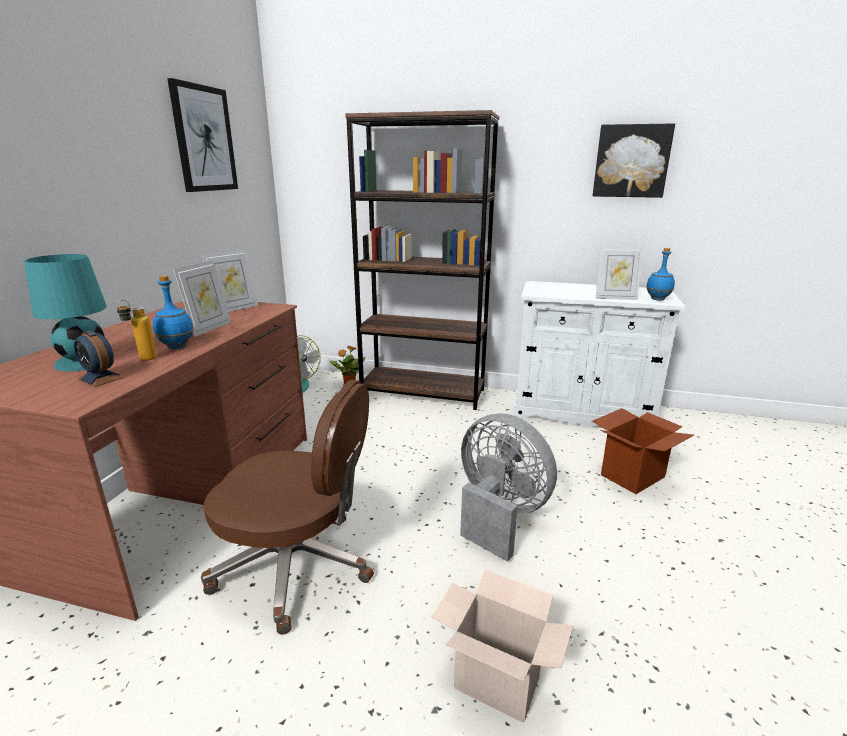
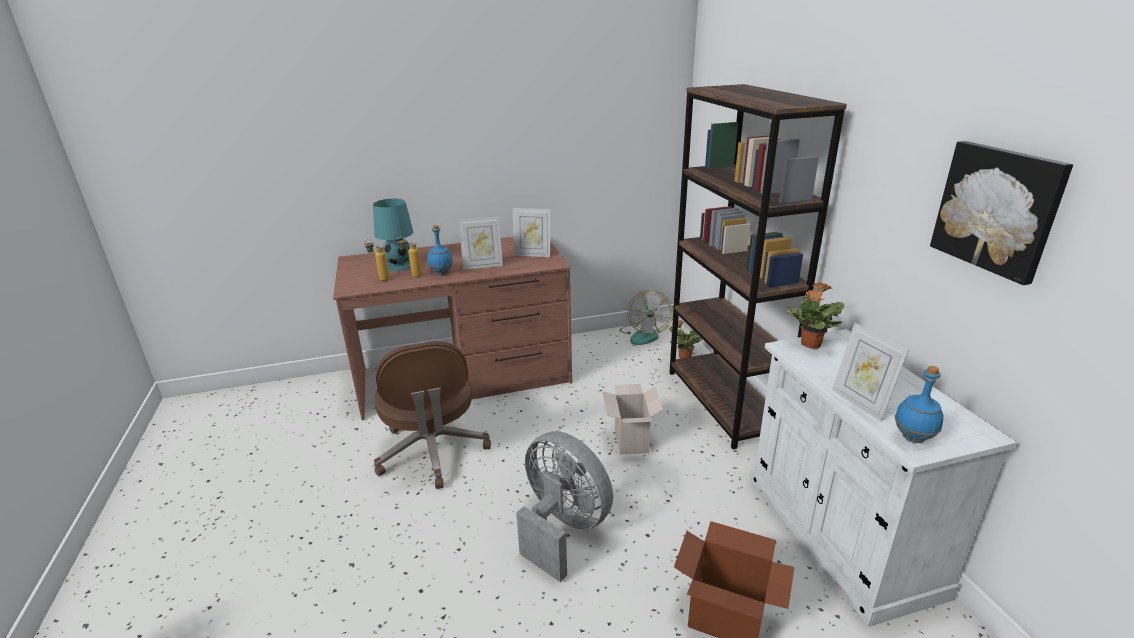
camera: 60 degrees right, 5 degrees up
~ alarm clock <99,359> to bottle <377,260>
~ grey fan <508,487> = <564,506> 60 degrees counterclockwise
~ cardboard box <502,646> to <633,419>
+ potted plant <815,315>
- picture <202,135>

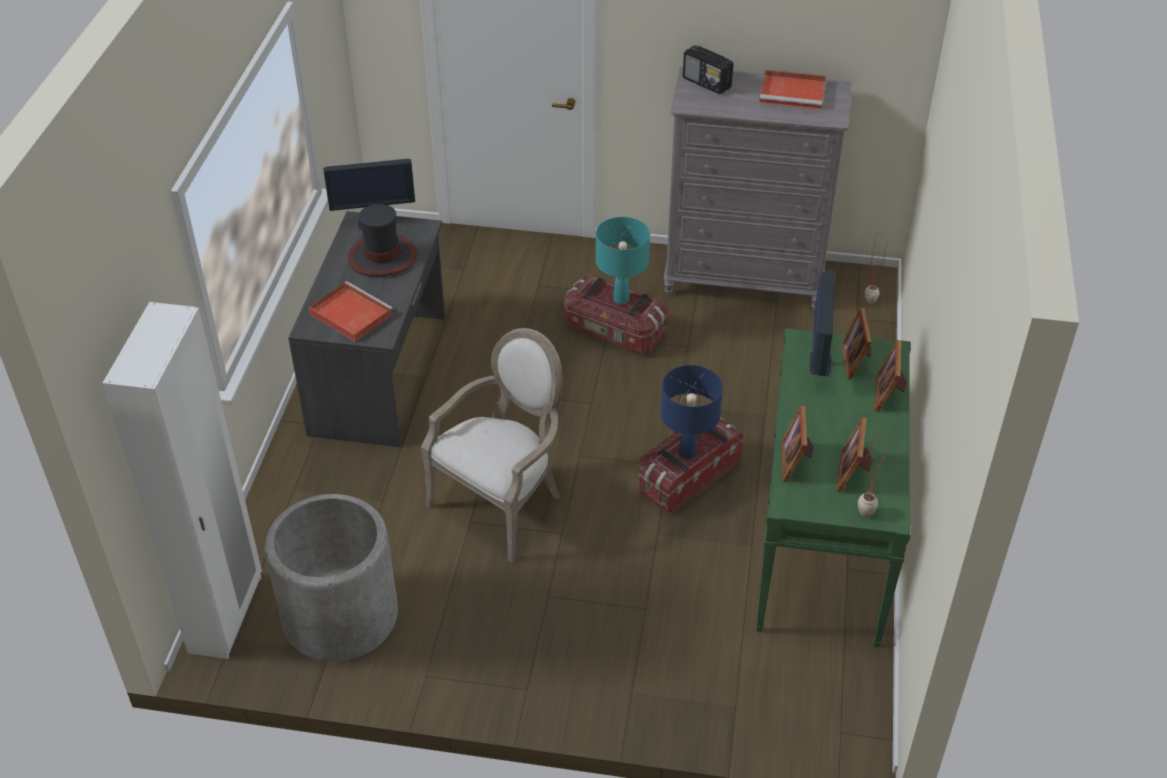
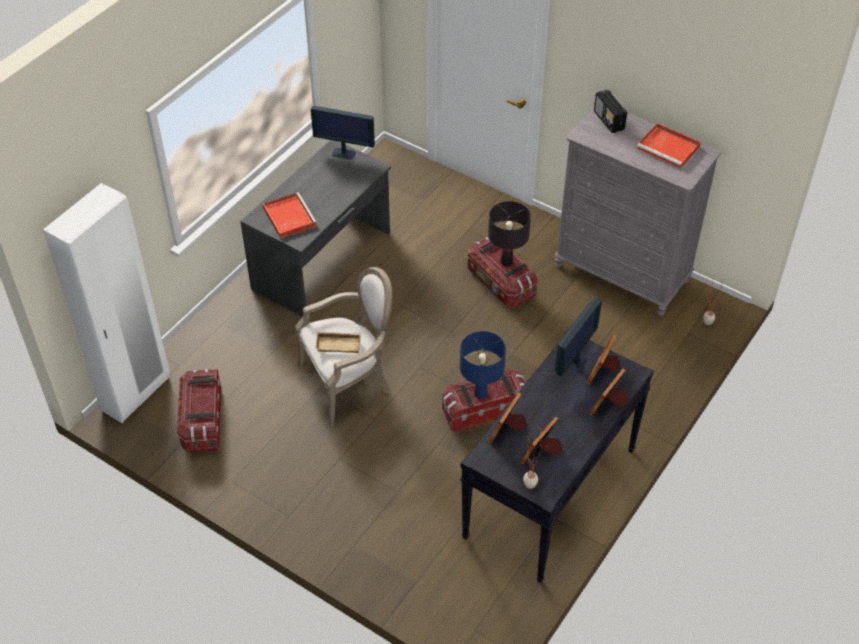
camera: 25 degrees right, 5 degrees up
~ grey planter <331,578> to storage box <199,411>
+ beige tray <338,342>
~ green console table <833,487> to black console table <557,456>
~ turquoise table lamp <623,260> to black table lamp <509,233>
- hat <382,240>

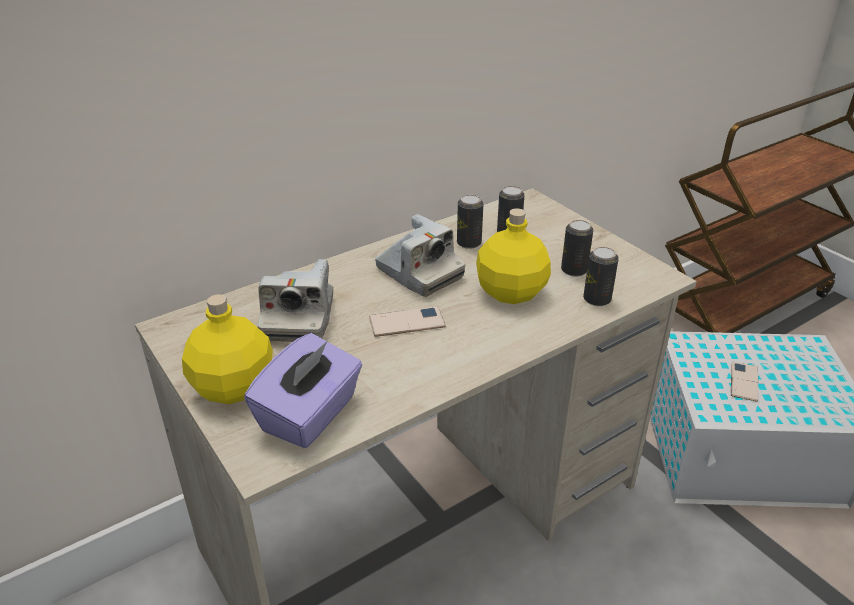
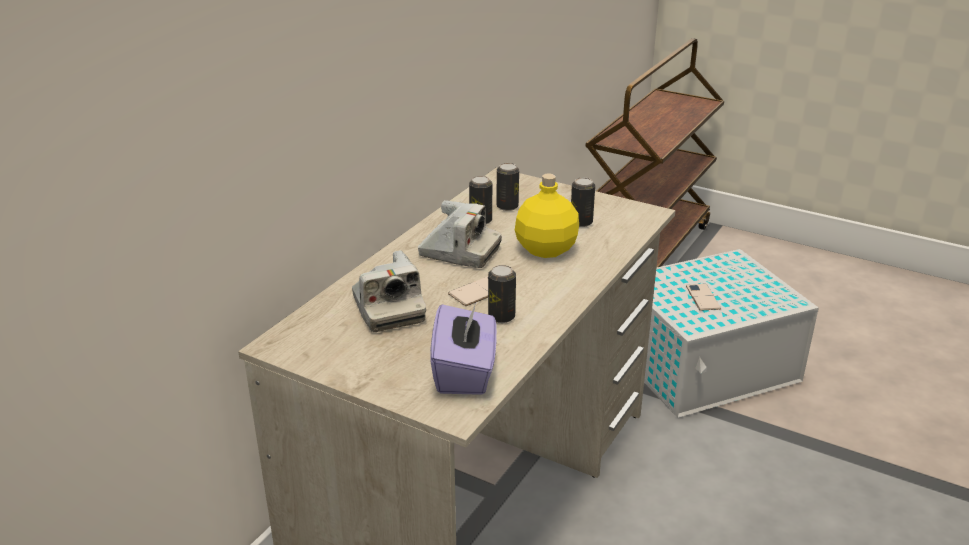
camera: 25 degrees left, 5 degrees down
~ can <601,276> to <502,294>
- yellow bottle <227,349>

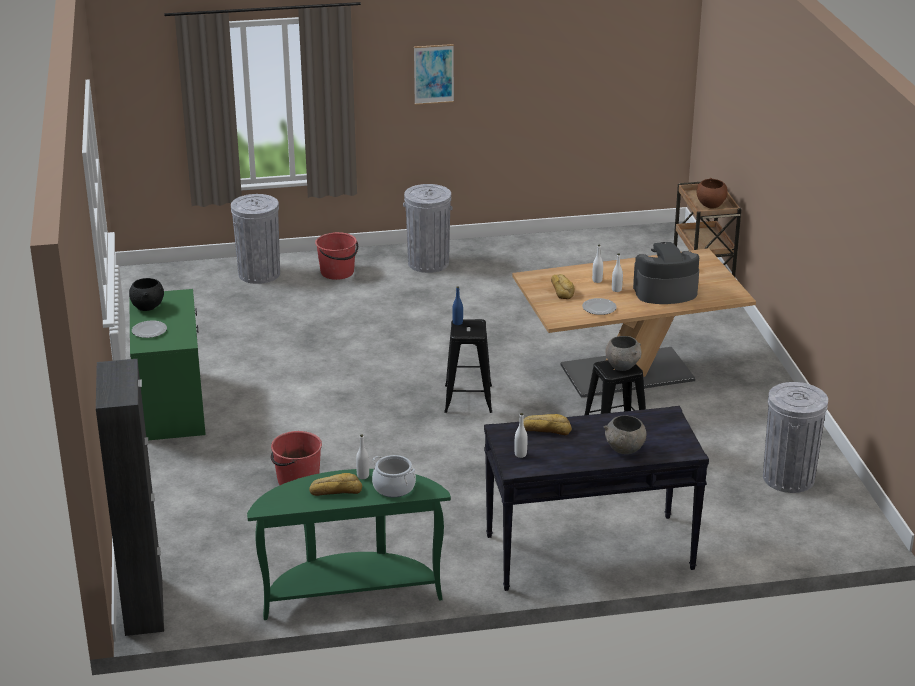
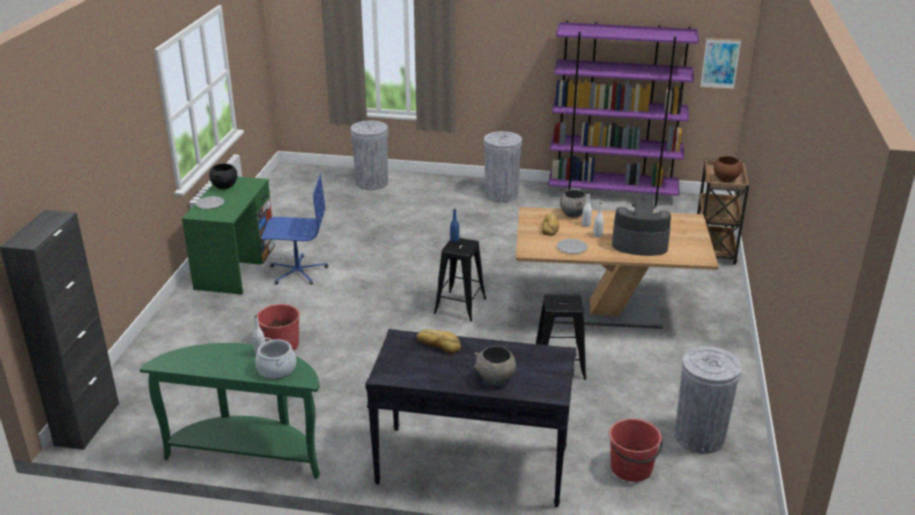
camera: 20 degrees right, 0 degrees up
+ blue office chair <294,229>
+ purple bookcase <623,114>
~ grey bowl <623,353> to <573,204>
~ red bucket <336,256> to <636,450>
~ picture <434,74> to <720,63>
- bread <335,484>
- white bottle <521,435>

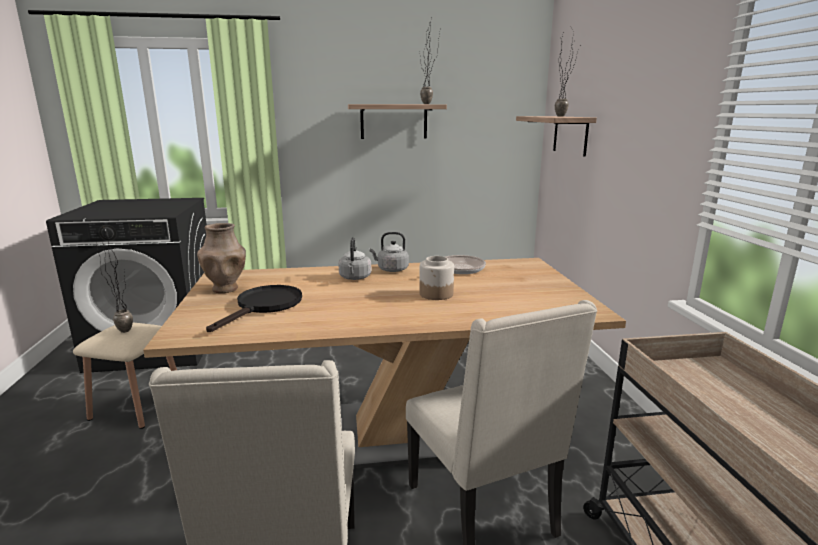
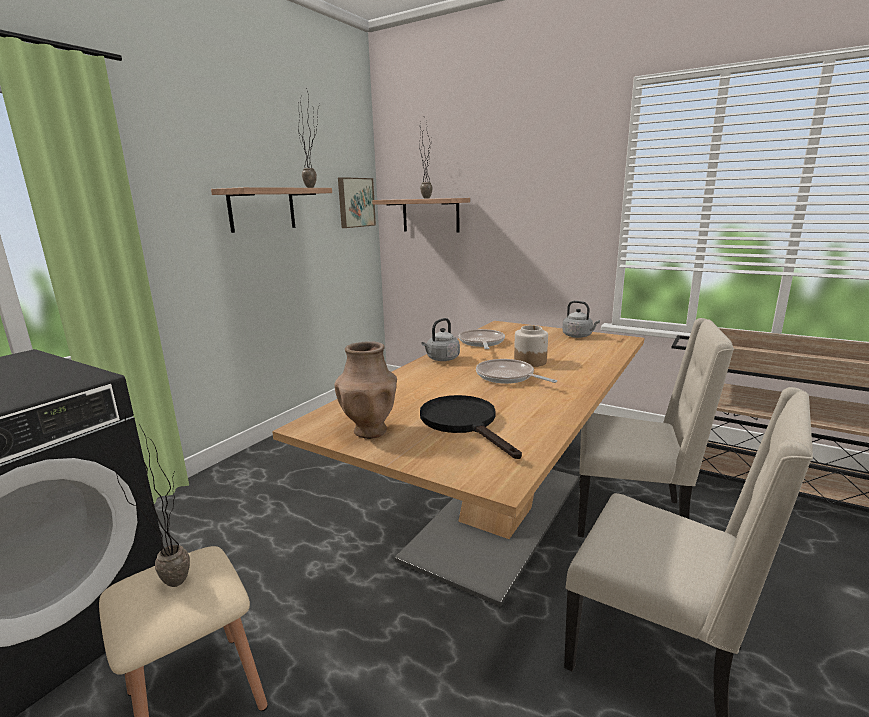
camera: 50 degrees left, 0 degrees up
+ picture <357,202>
+ frying pan <516,371>
~ grey kettle <354,258> to <581,319>

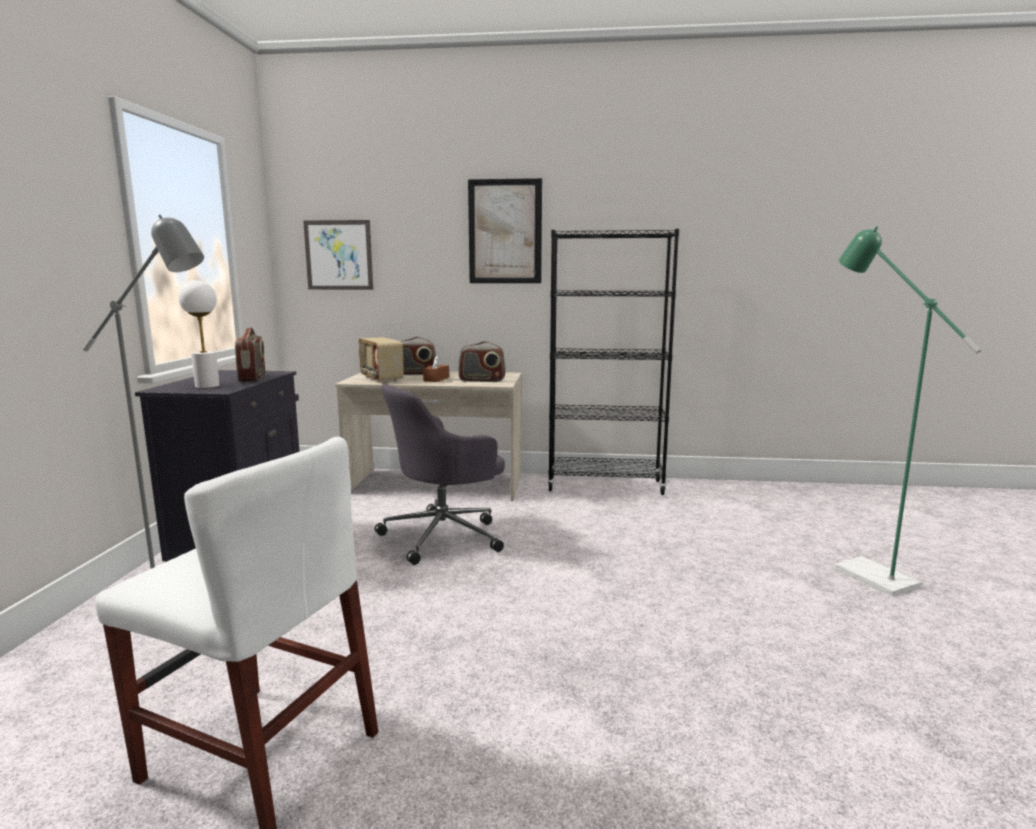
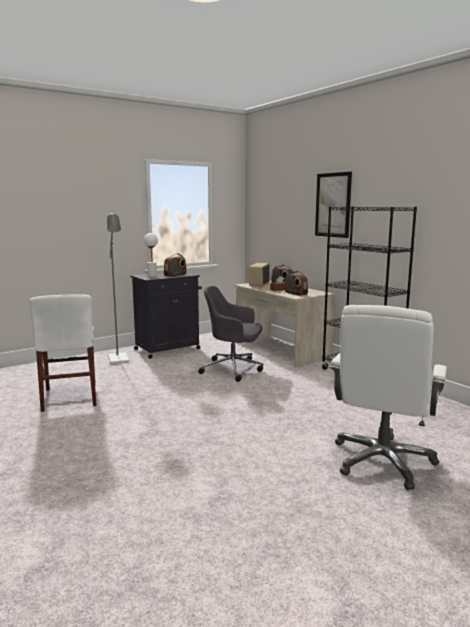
camera: 50 degrees right, 0 degrees up
~ green floor lamp <907,411> to white office chair <388,397>
- picture <338,255>

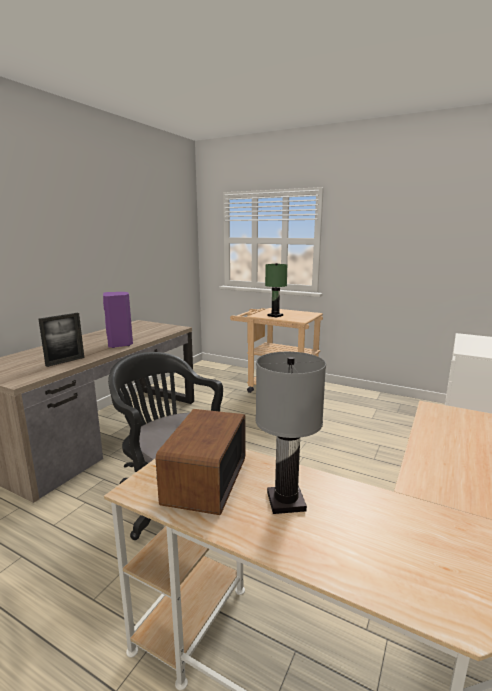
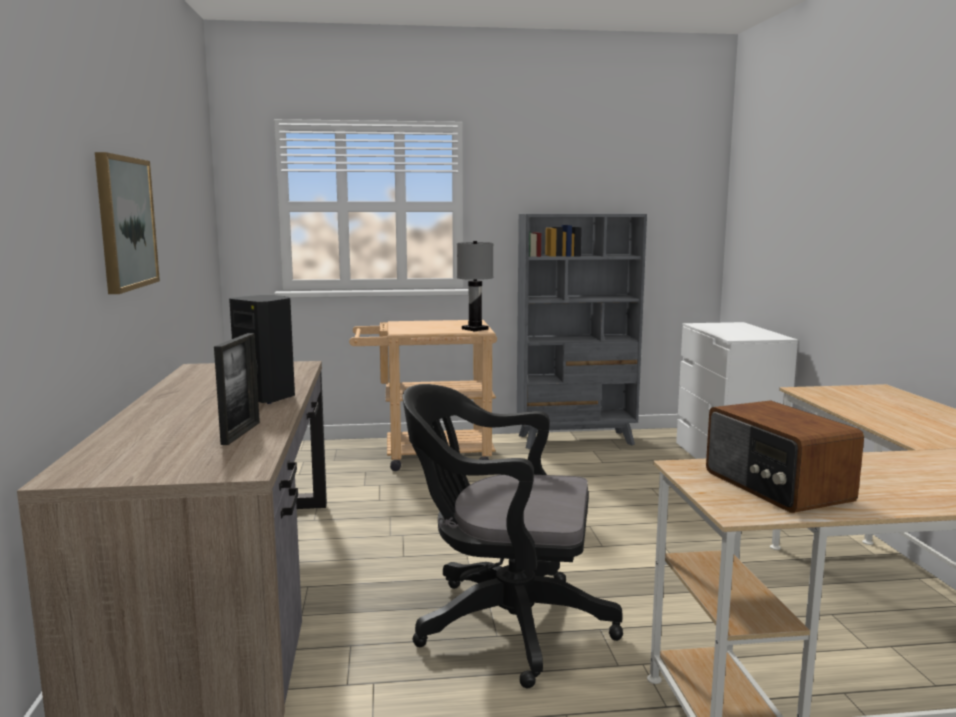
camera: 35 degrees left, 5 degrees down
+ picture <127,223>
~ purple speaker <118,320> to black speaker <262,349>
~ grey table lamp <290,433> to <475,286>
+ grey bookcase <582,331>
- green table lamp <276,290>

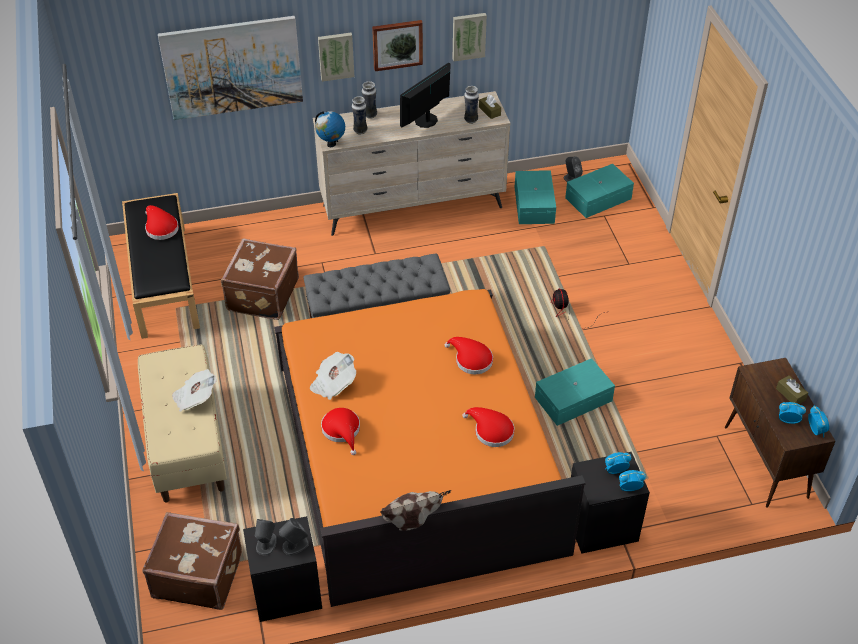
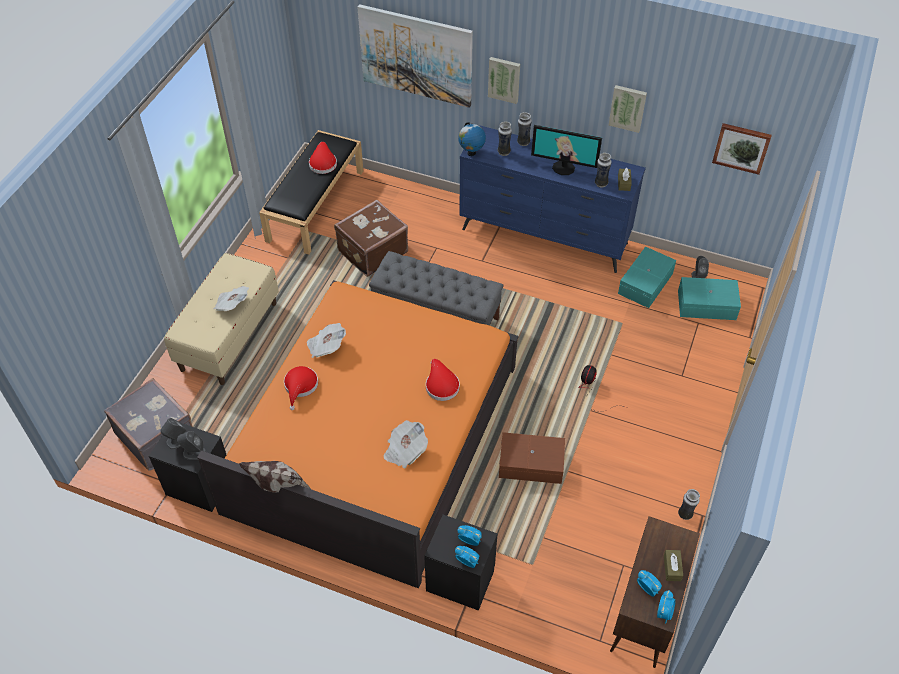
camera: 35 degrees right, 5 degrees up
~ brown suitcase <192,561> to grey suitcase <148,424>
~ red hat <488,427> to newspaper <405,444>
~ beige dresser <411,163> to blue dresser <552,199>
~ turquoise storage box <575,392> to brown storage box <532,458>
~ monitor <425,95> = <566,150> 150 degrees counterclockwise
+ vase <689,504>
~ picture <397,45> to <742,149>

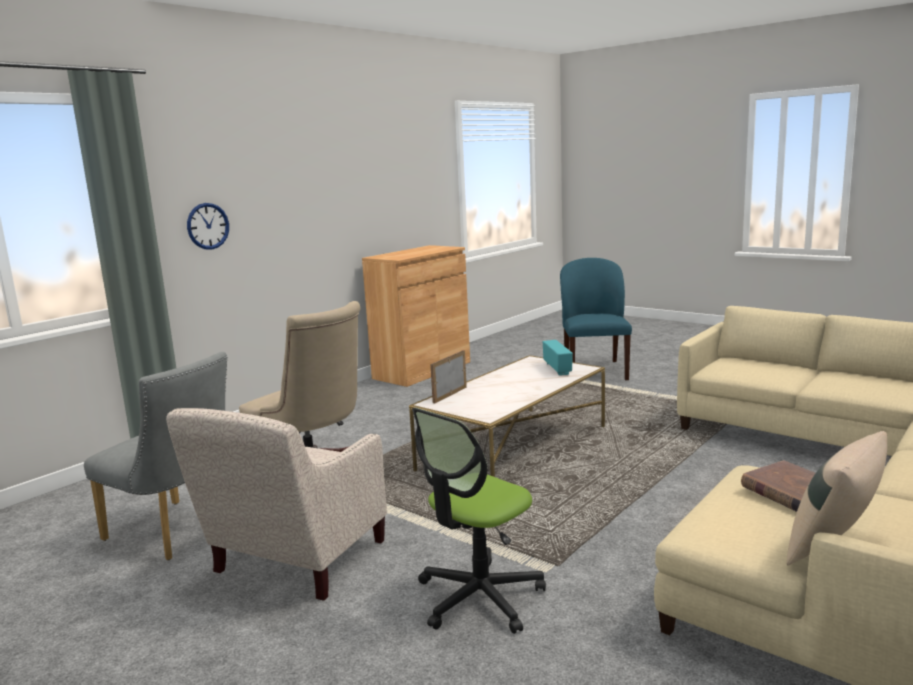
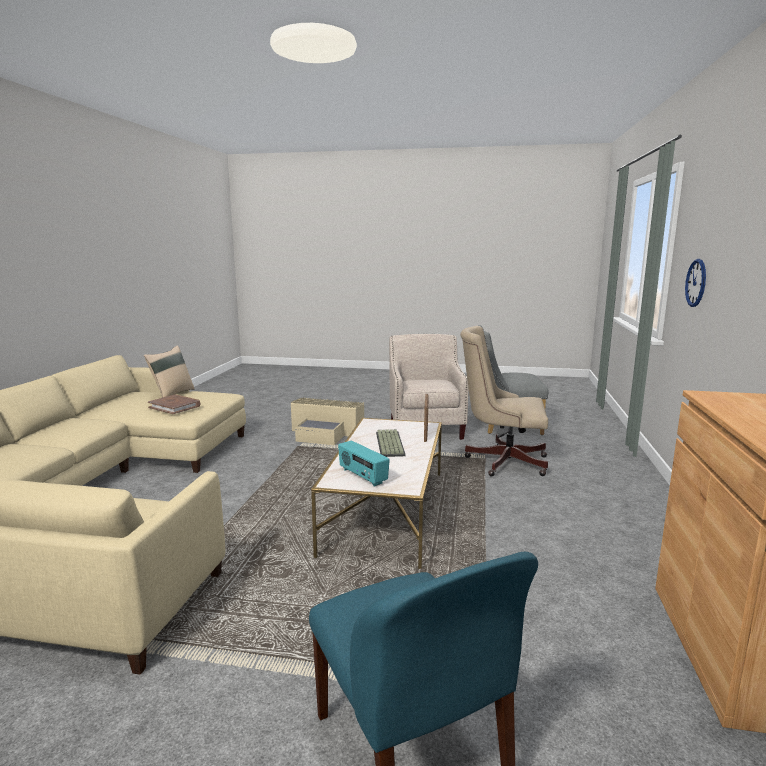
camera: 150 degrees right, 0 degrees up
~ office chair <479,520> to beige storage box <327,421>
+ keyboard <391,443>

